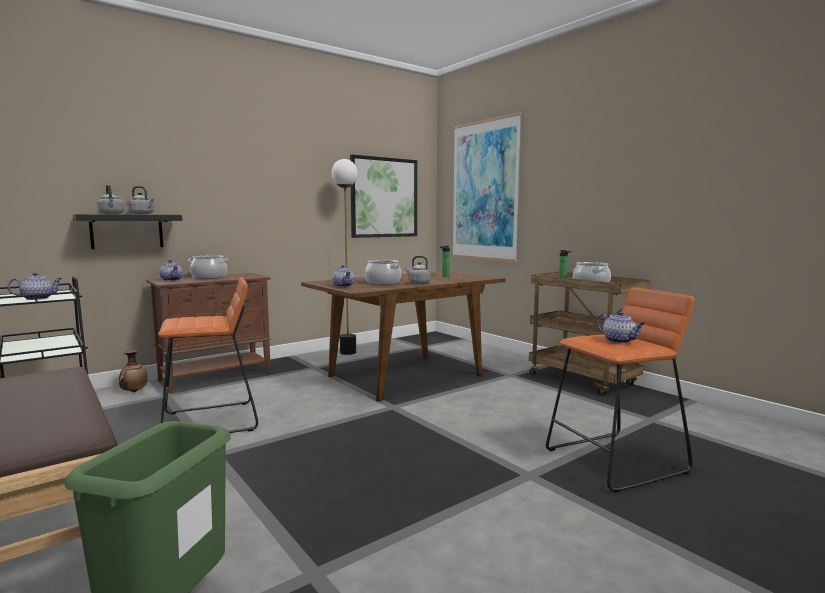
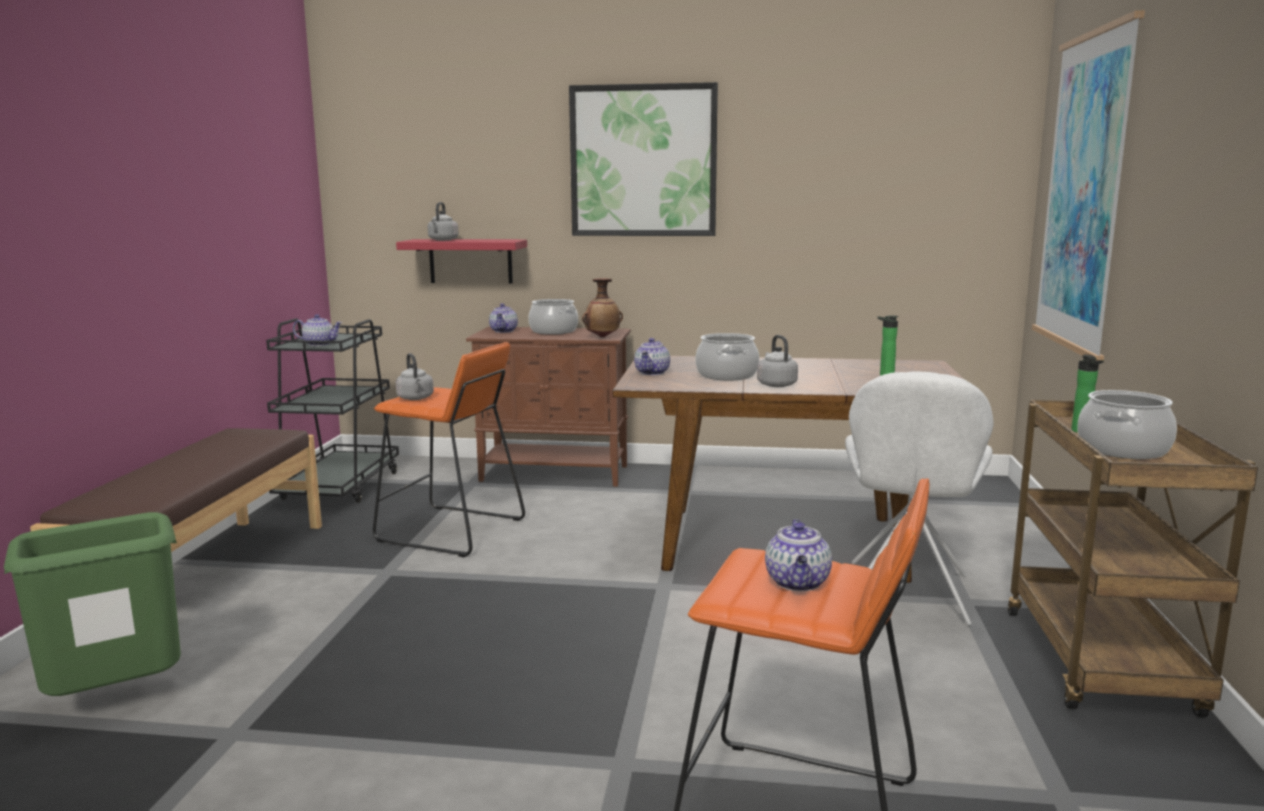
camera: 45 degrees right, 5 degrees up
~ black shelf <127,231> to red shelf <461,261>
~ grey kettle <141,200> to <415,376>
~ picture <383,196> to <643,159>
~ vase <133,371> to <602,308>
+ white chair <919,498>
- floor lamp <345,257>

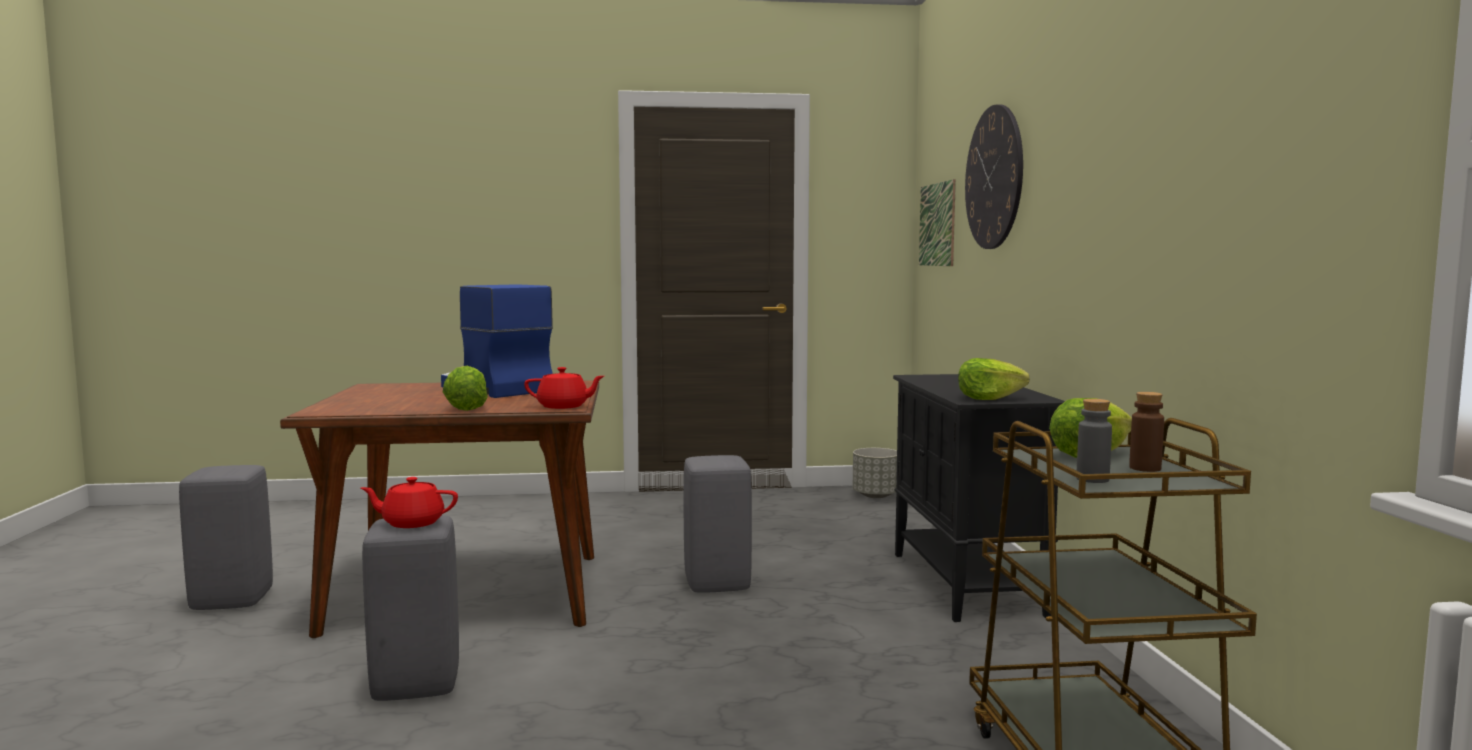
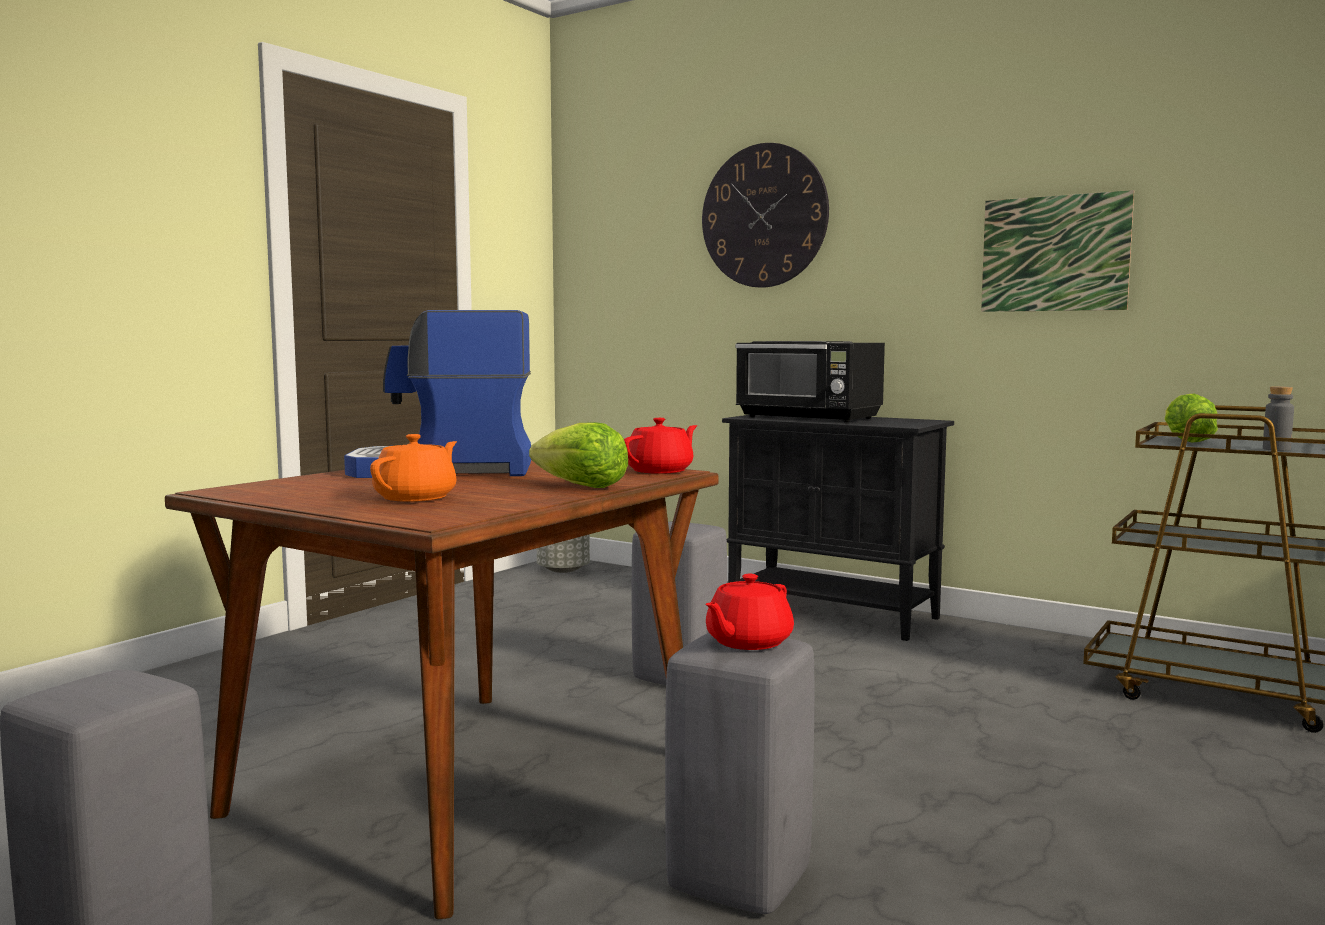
camera: 50 degrees left, 0 degrees up
+ orange teapot <413,468>
+ black microwave <810,381>
~ picture <937,222> to <1057,251>
- lettuce <994,379>
- brown bottle <1146,432>

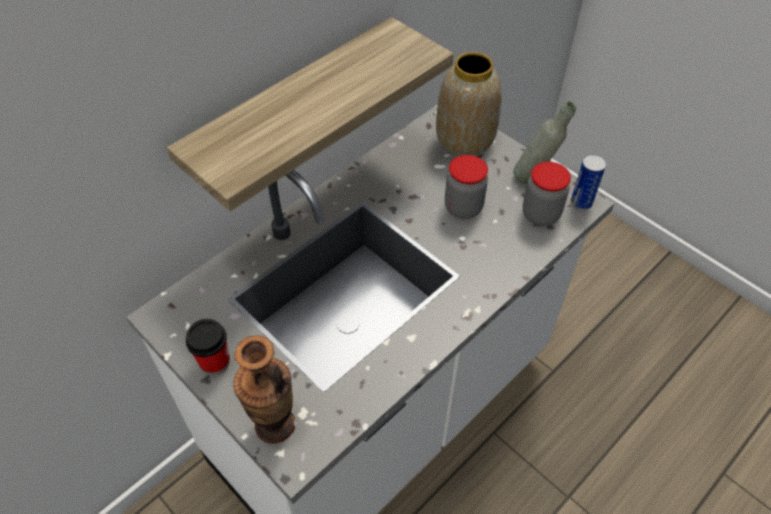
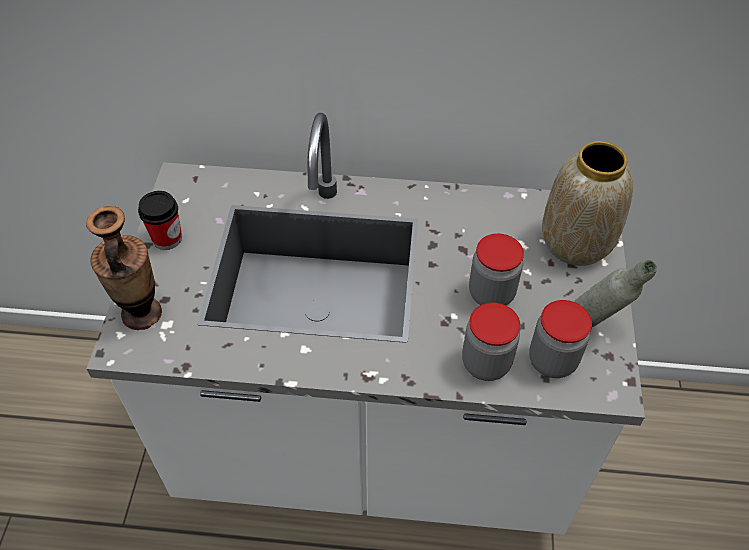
camera: 50 degrees right, 0 degrees up
+ jar <491,341>
- shelf <310,114>
- can <588,182>

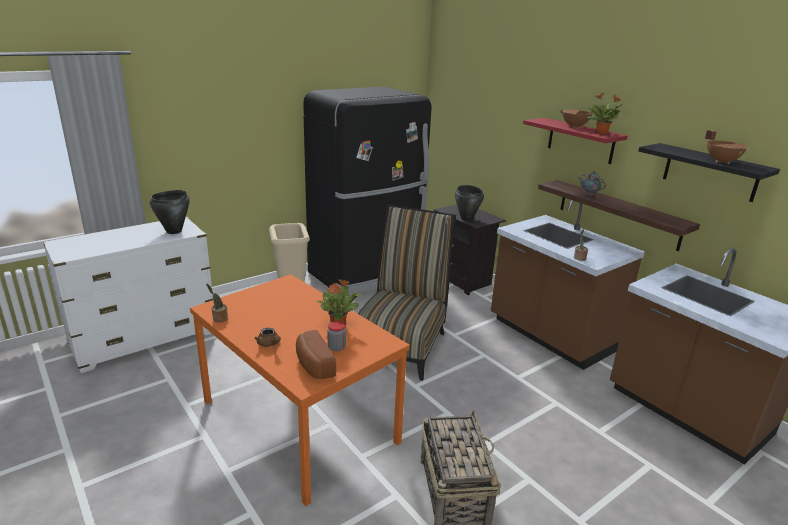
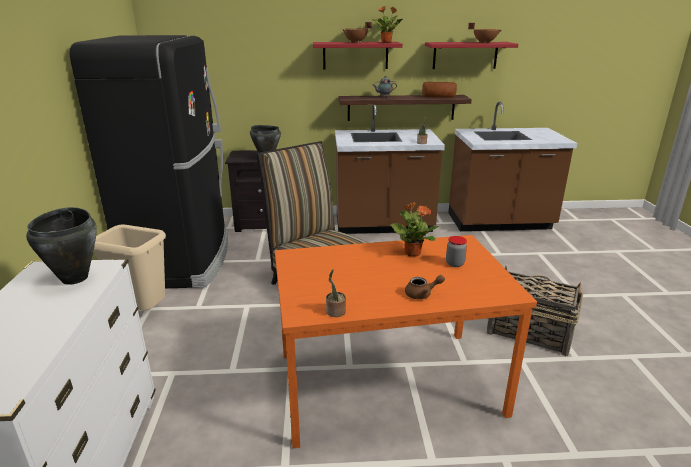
camera: 55 degrees left, 0 degrees up
~ bread <316,354> to <439,90>
~ black shelf <709,172> to red shelf <471,55>

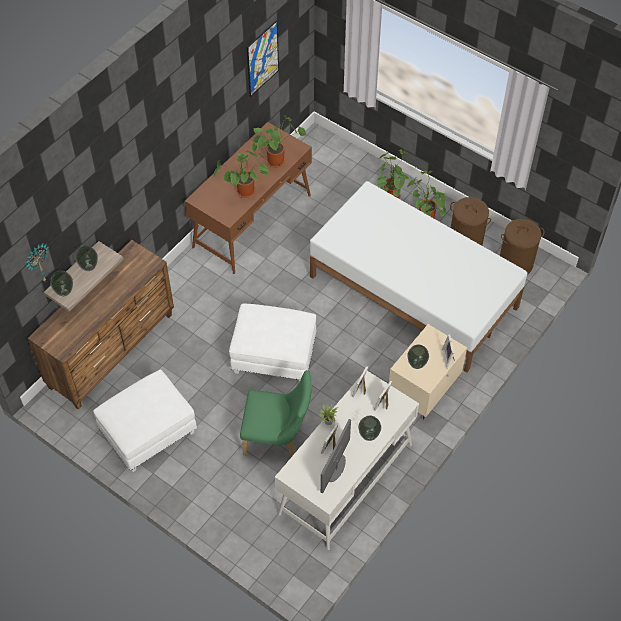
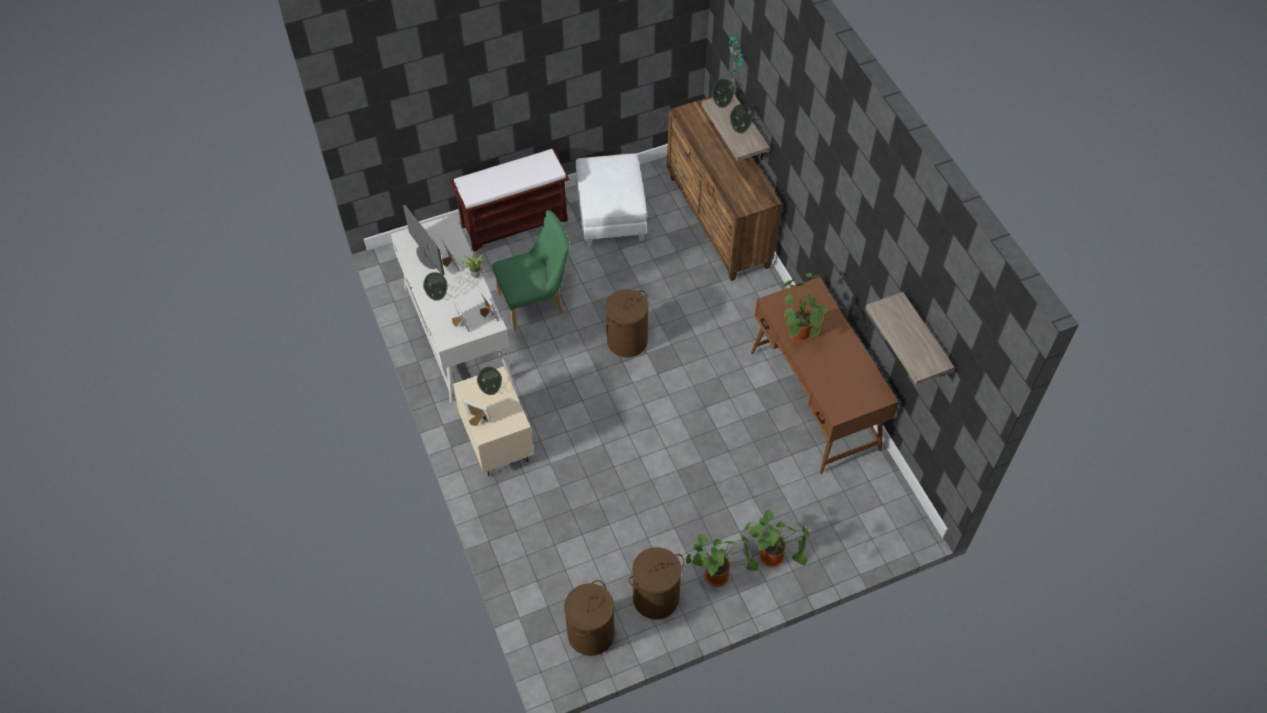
camera: 120 degrees right, 0 degrees up
+ brown bench <510,200>
~ green chair <276,413> = <530,270> 150 degrees counterclockwise
~ white ottoman <272,342> to brown laundry basket <627,323>
~ picture <263,58> to shelf <910,338>
- potted plant <279,141>
- white bed <418,277>

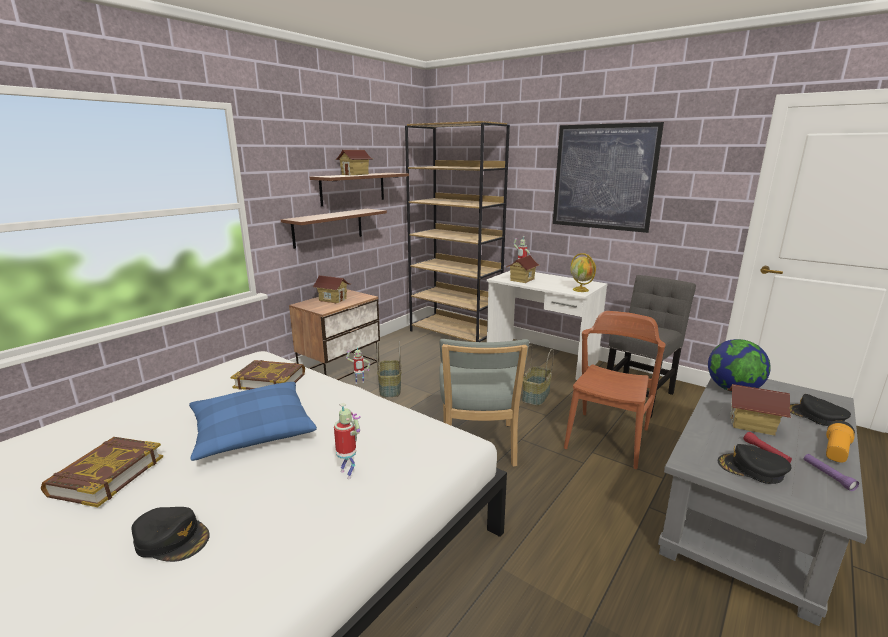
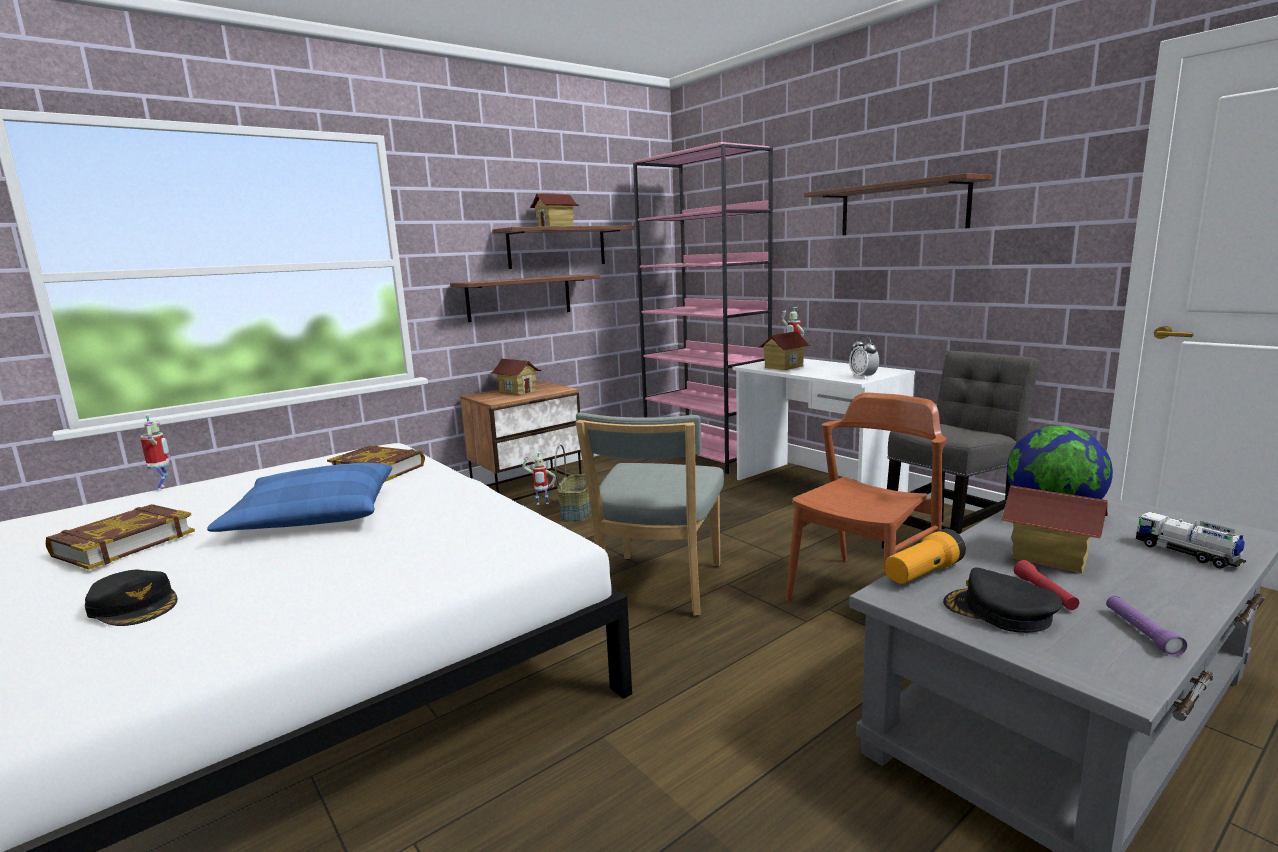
camera: 15 degrees right, 5 degrees down
~ toy robot <347,441> to <155,452>
~ brown bookcase <457,231> to pink bookcase <703,308>
~ picture <608,177> to shelf <898,204>
~ globe <583,272> to alarm clock <864,357>
~ flashlight <840,441> to <925,556>
~ black cap <820,410> to toy truck <1191,540>
- basket <538,375>

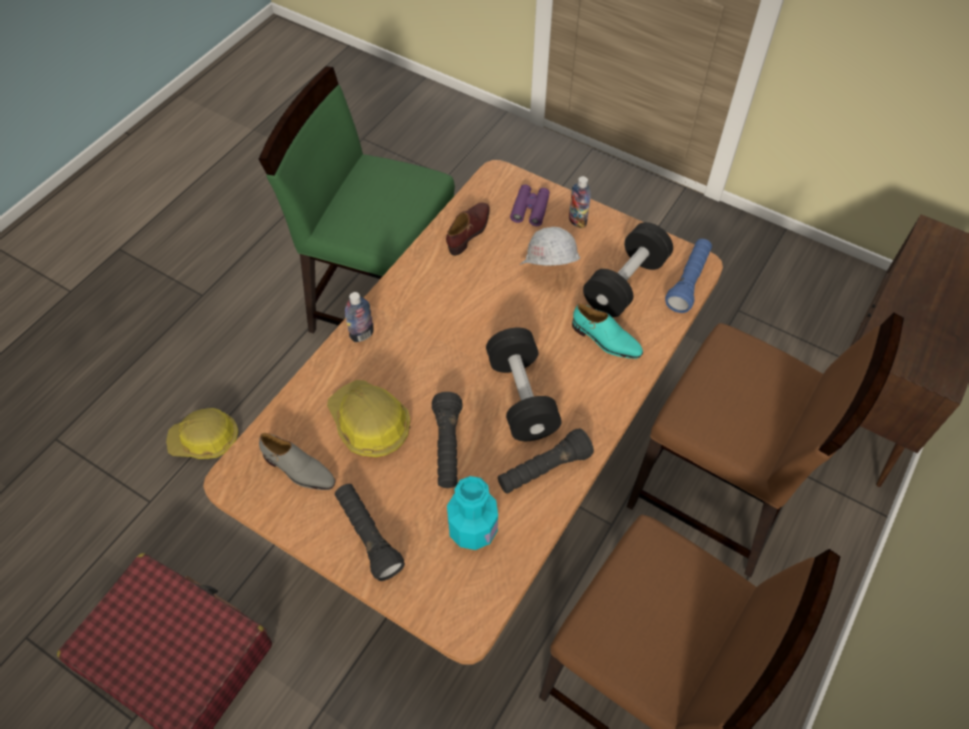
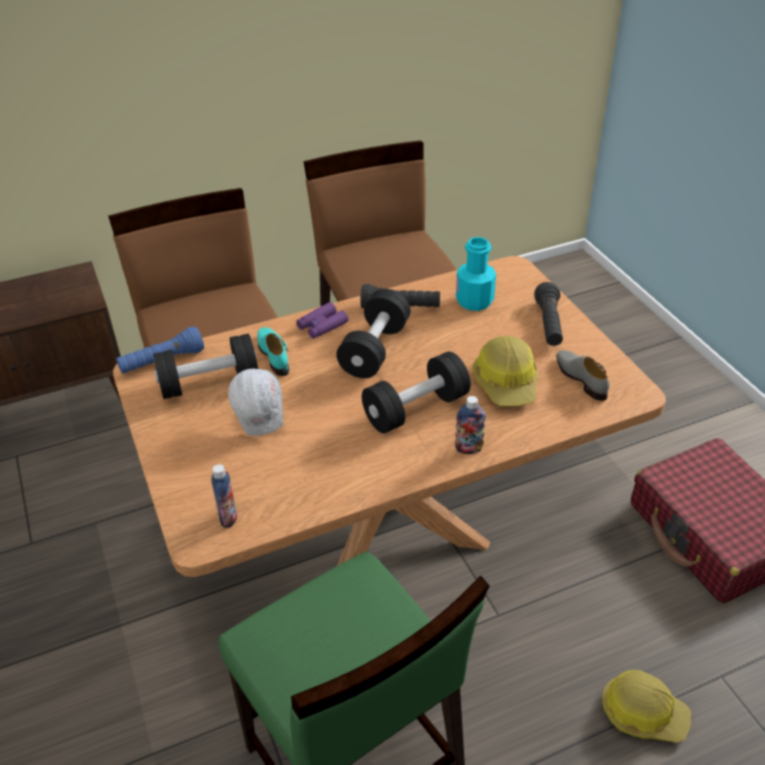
camera: 145 degrees left, 15 degrees down
~ bottle <580,202> to <224,496>
~ purple binoculars <530,205> to <322,320>
+ black dumbbell <416,392>
- black flashlight <447,440>
- brown shoe <468,229>

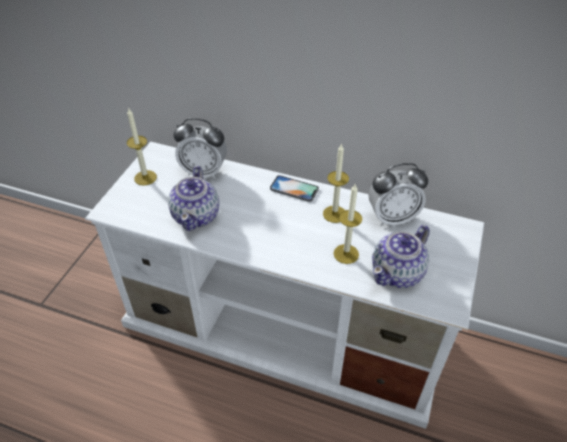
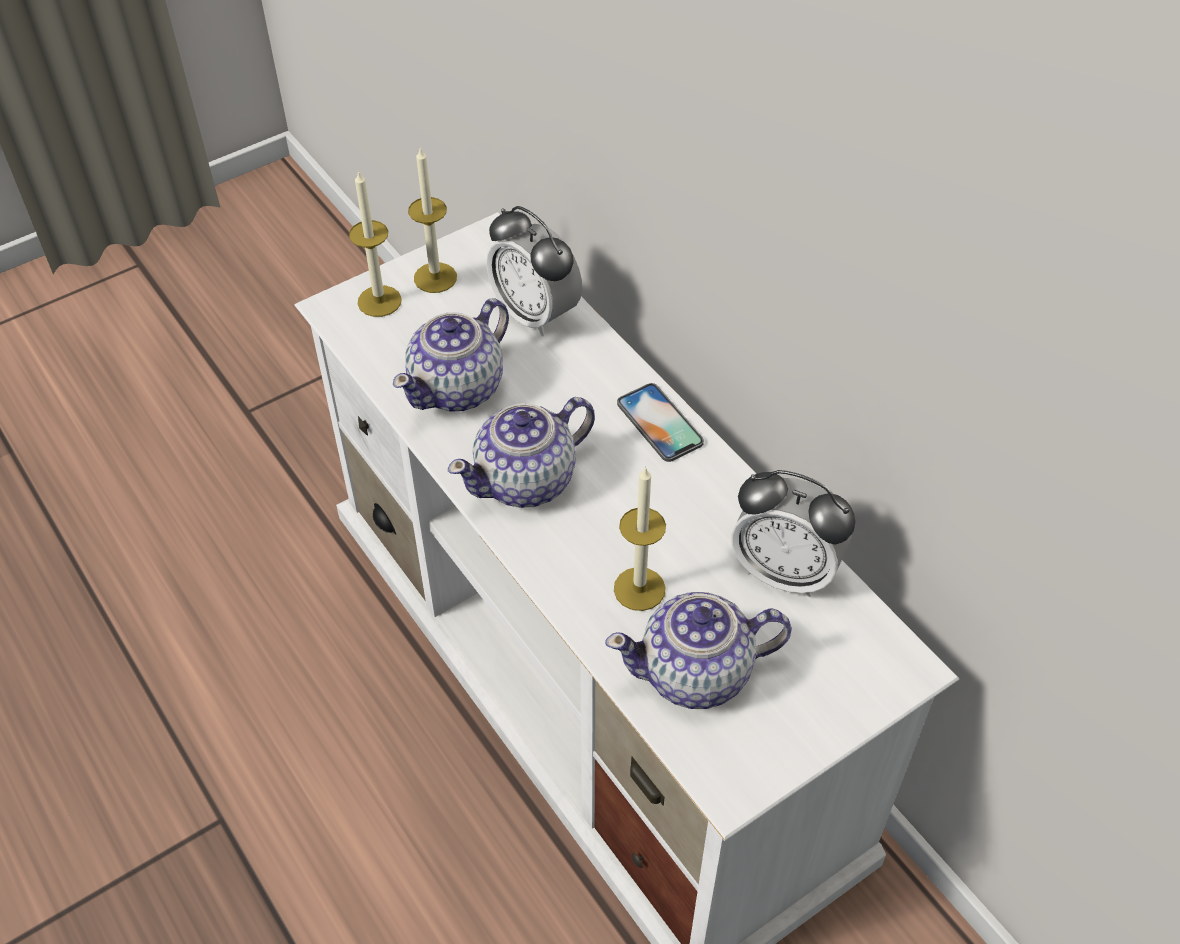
camera: 35 degrees right, 5 degrees up
~ candle <336,183> to <375,243>
+ teapot <521,452>

